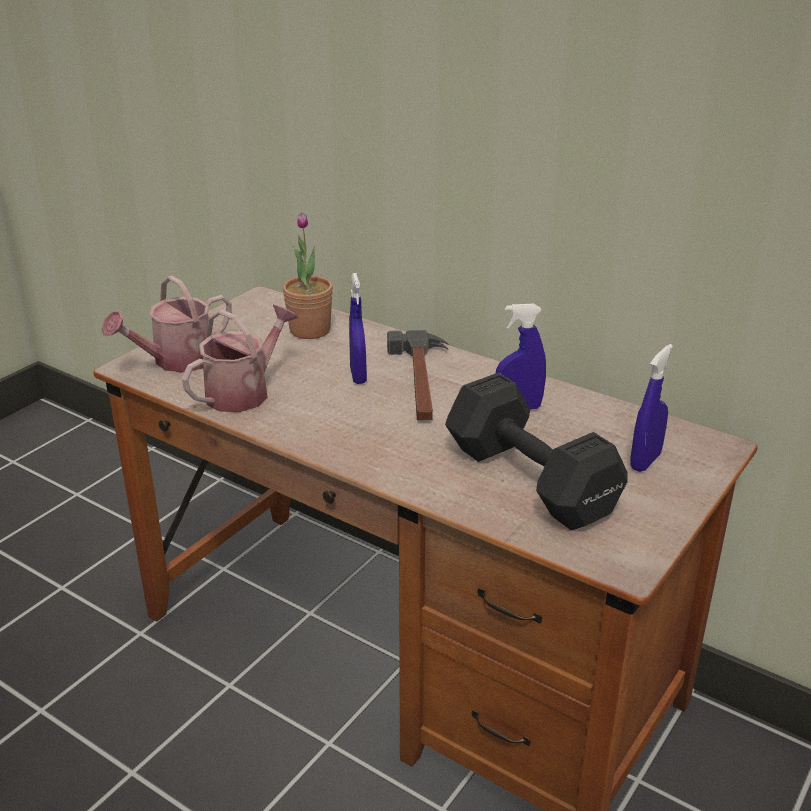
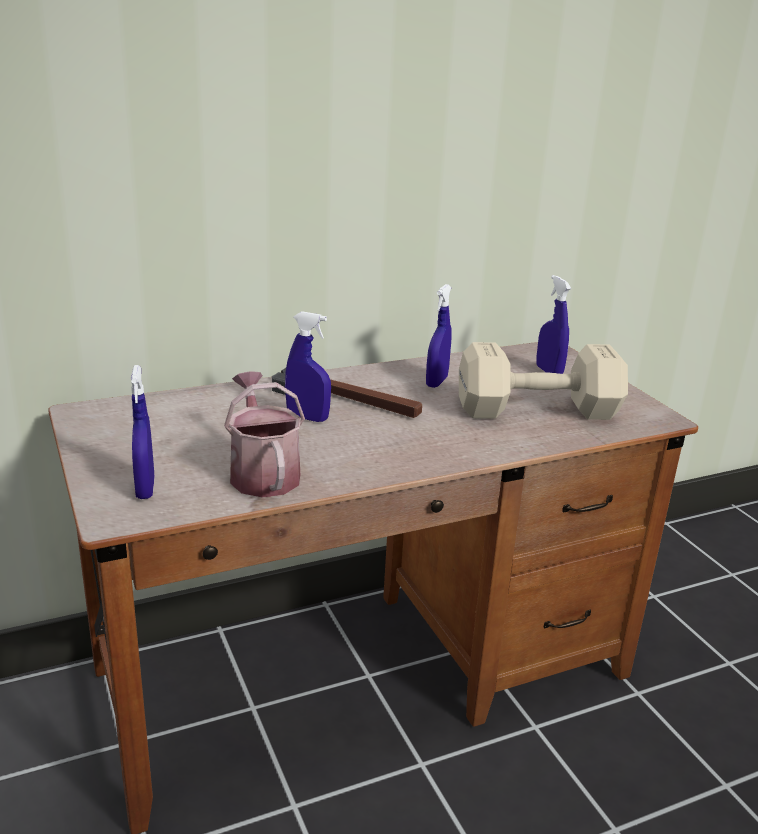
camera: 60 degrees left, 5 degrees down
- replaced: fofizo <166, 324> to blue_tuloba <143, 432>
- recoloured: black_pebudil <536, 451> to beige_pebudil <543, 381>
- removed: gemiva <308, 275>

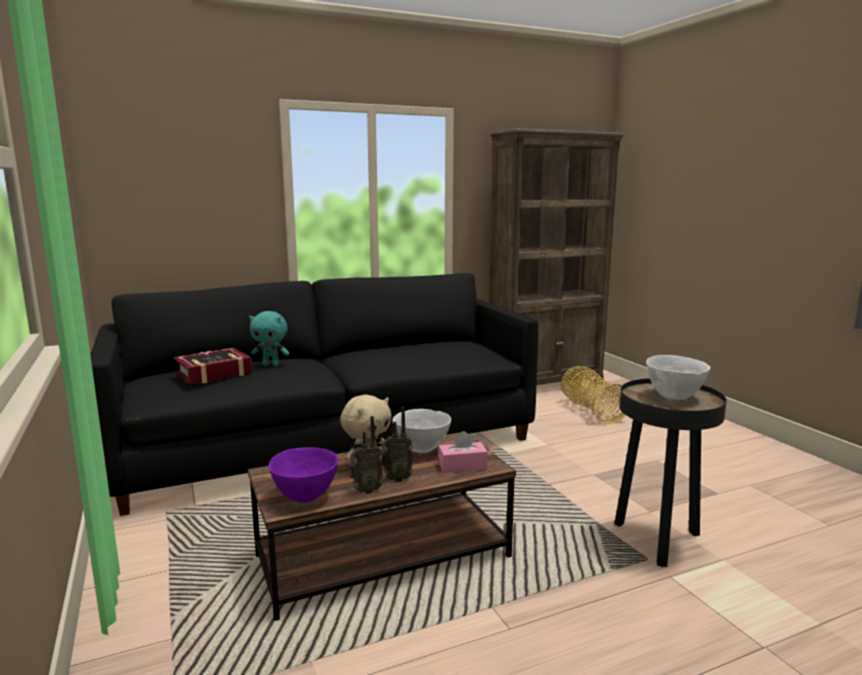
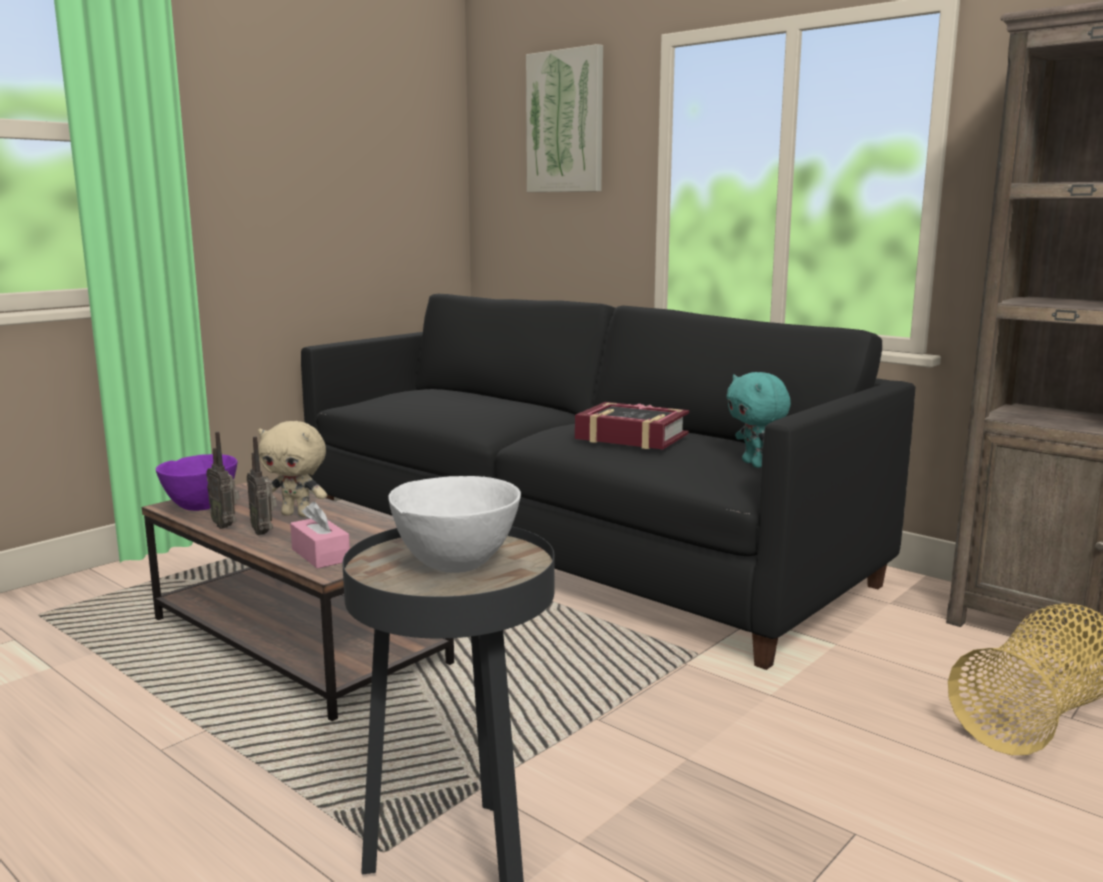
camera: 65 degrees right, 0 degrees up
- added: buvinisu <564, 118>
- moved: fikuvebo <213, 366> to <632, 425>
- moved: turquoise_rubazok <269, 338> to <759, 420>
- removed: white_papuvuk <422, 431>

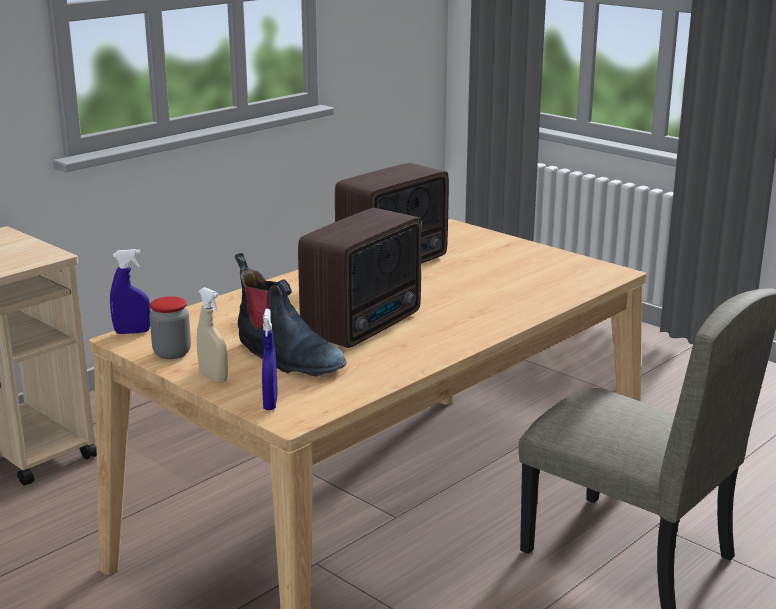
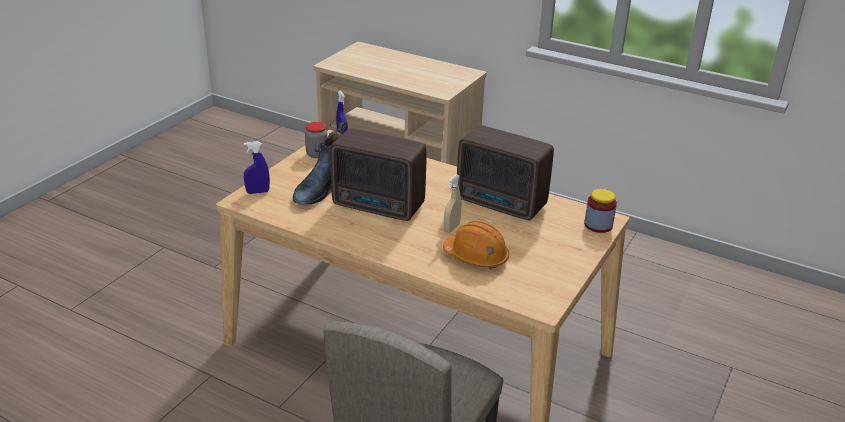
camera: 75 degrees right, 10 degrees up
- added: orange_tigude <476, 245>
- moved: beige_tuloba <212, 335> to <453, 203>
- added: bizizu <600, 211>

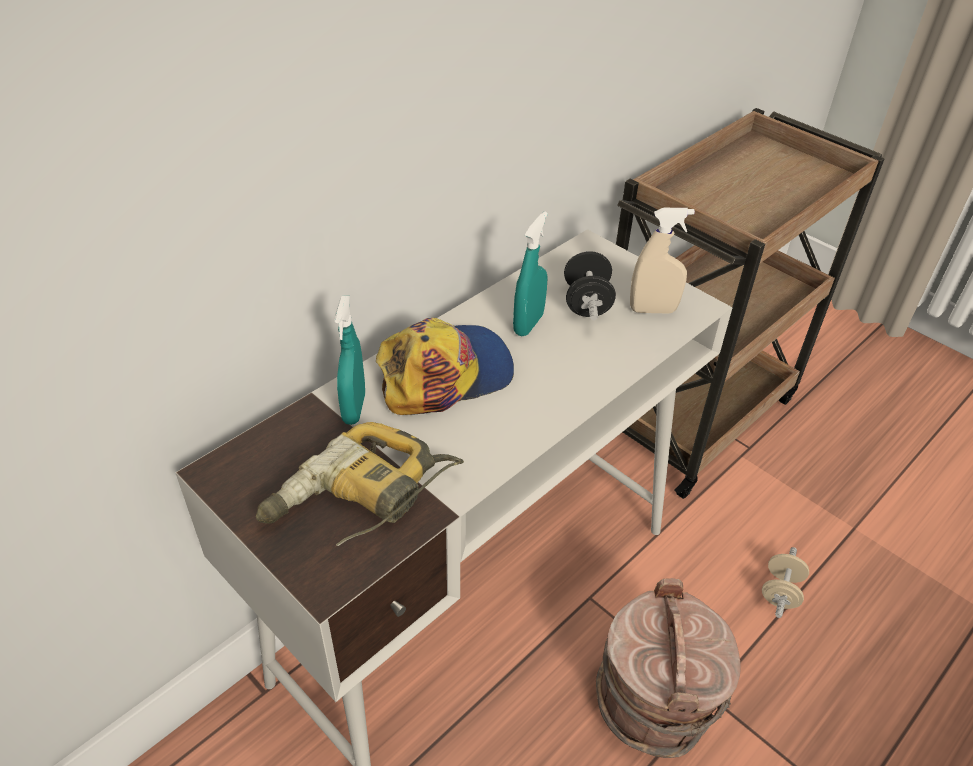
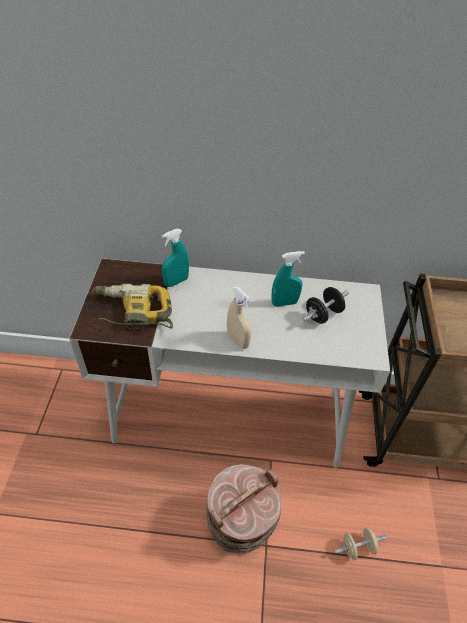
camera: 50 degrees right, 5 degrees up
- moved: beige_tuloba <662, 261> to <239, 317>
- removed: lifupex <445, 366>

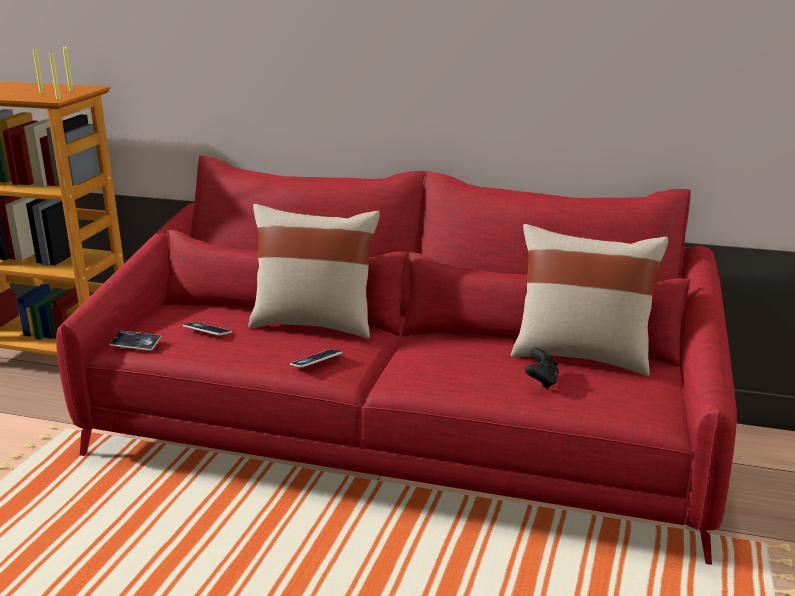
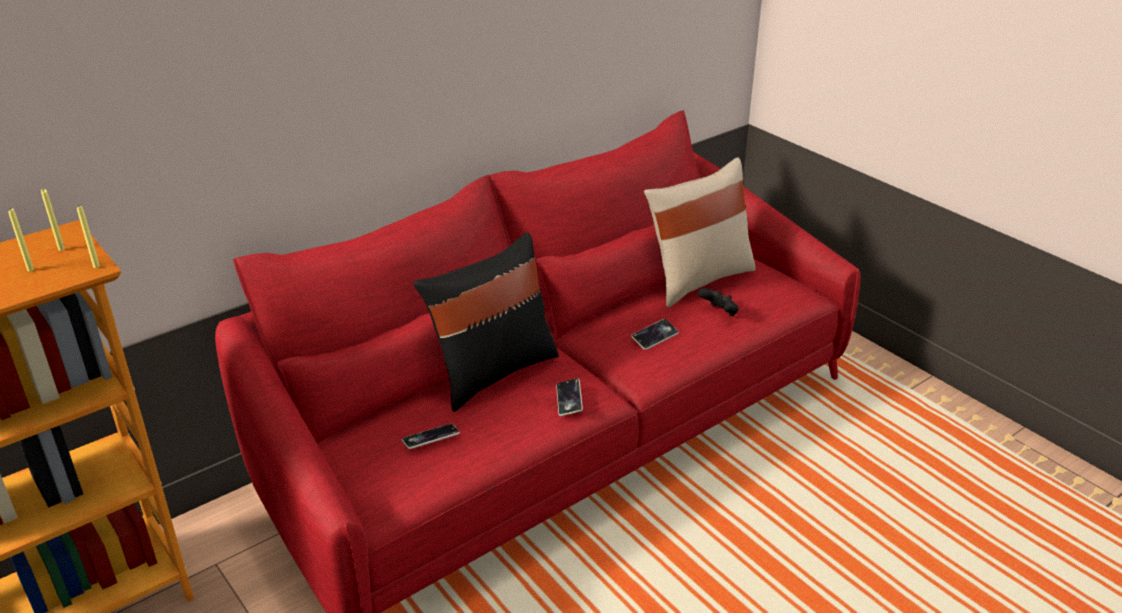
camera: 55 degrees left, 10 degrees up
- recoloured: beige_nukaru <314, 271> to black_nukaru <486, 322>
- moved: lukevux <135, 341> to <655, 334>

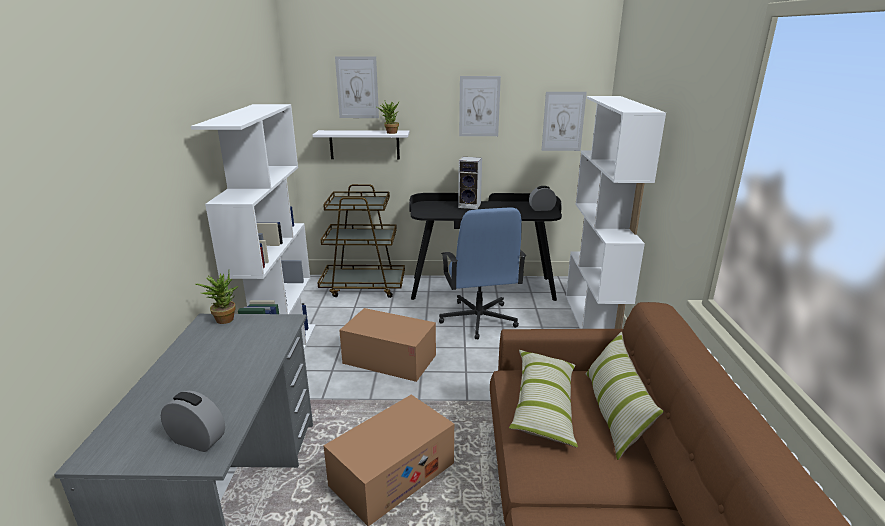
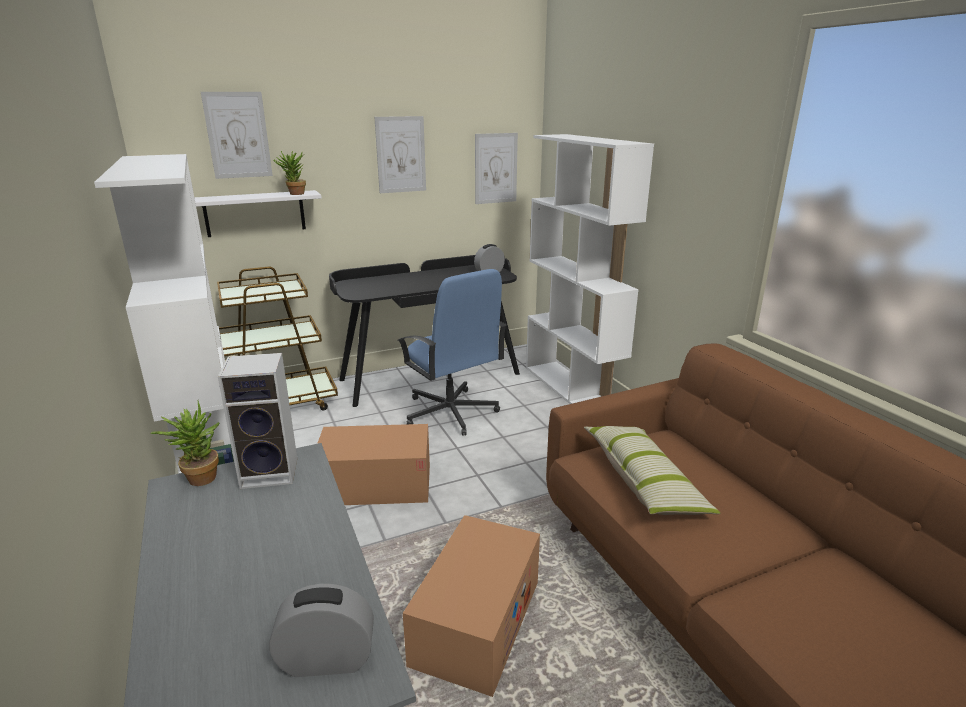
camera: 25 degrees left, 0 degrees up
- moved: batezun <470, 183> to <257, 421>
- removed: nukaru <624, 396>

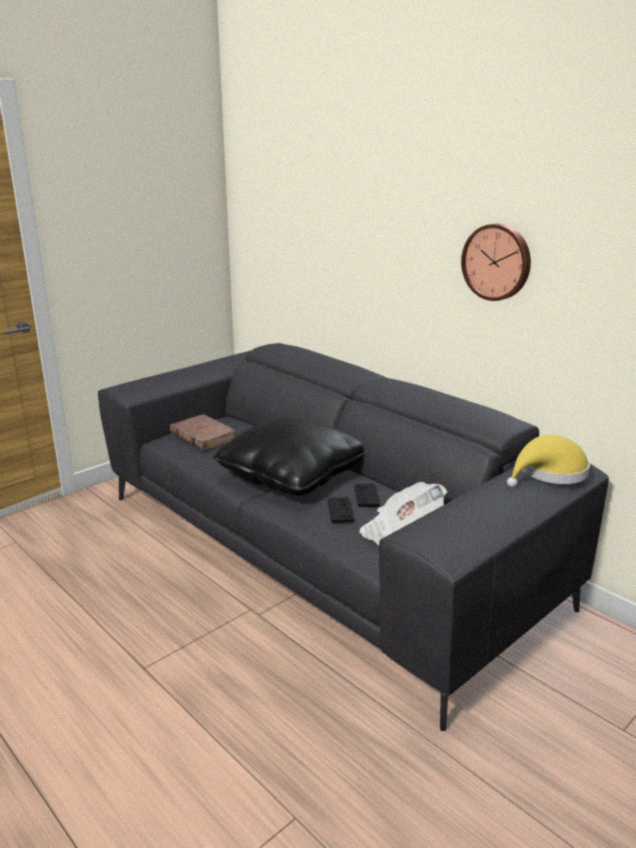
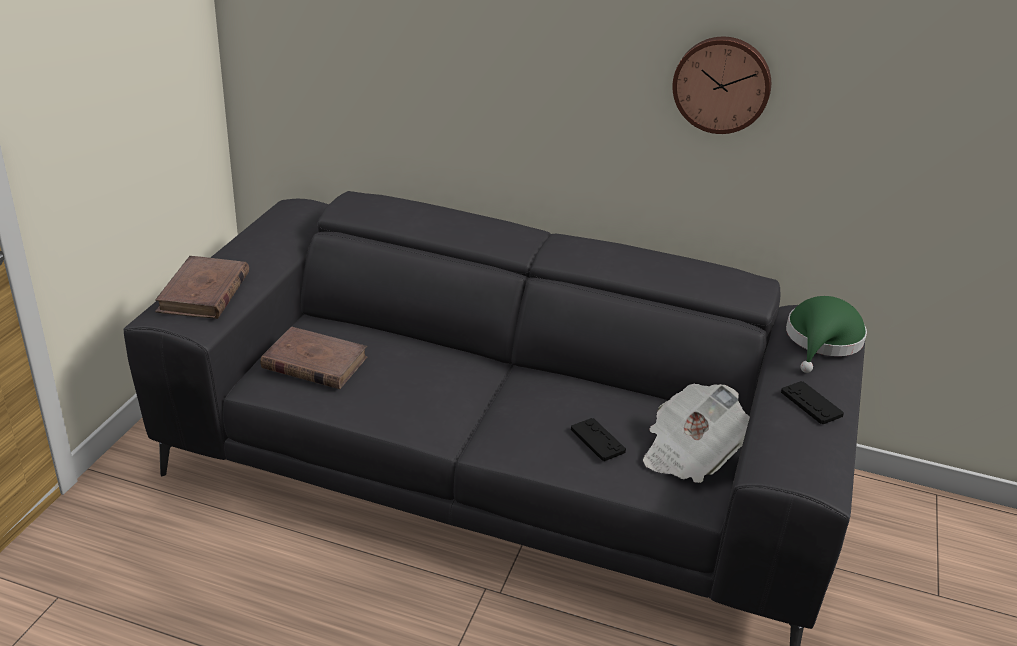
camera: 30 degrees left, 10 degrees up
- added: brown_fikuvebo <202, 287>
- moved: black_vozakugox <367, 495> to <812, 402>
- recoloured: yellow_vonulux <548, 461> to green_vonulux <826, 334>
- removed: black_nukaru <289, 456>

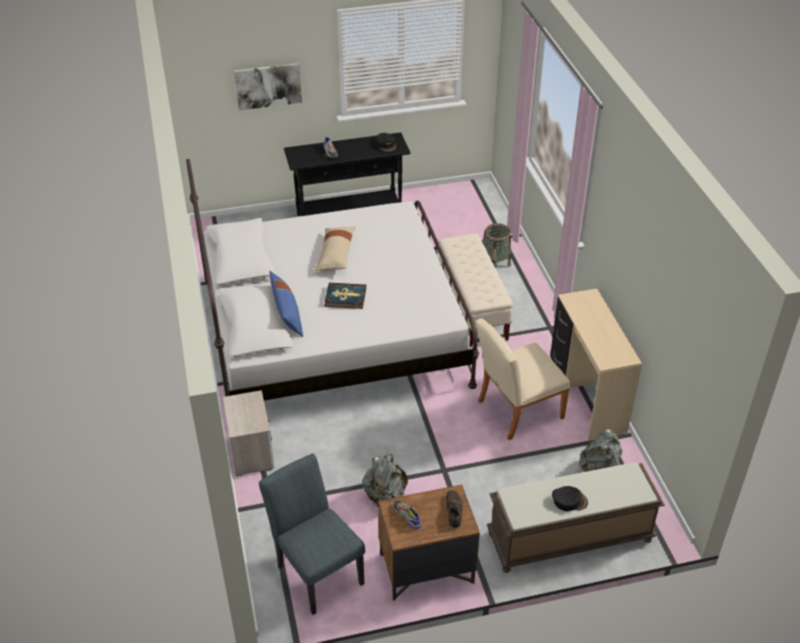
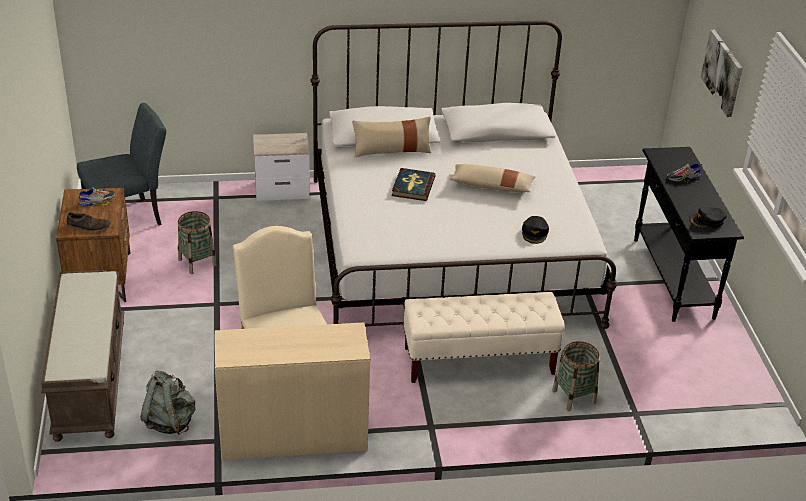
camera: 95 degrees right, 5 degrees down
- replaced: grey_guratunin <385, 480> to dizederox <197, 242>
- recoloured: blue_nukaru <286, 304> to beige_nukaru <391, 137>
- moved: black_lifupex <570, 498> to <535, 230>

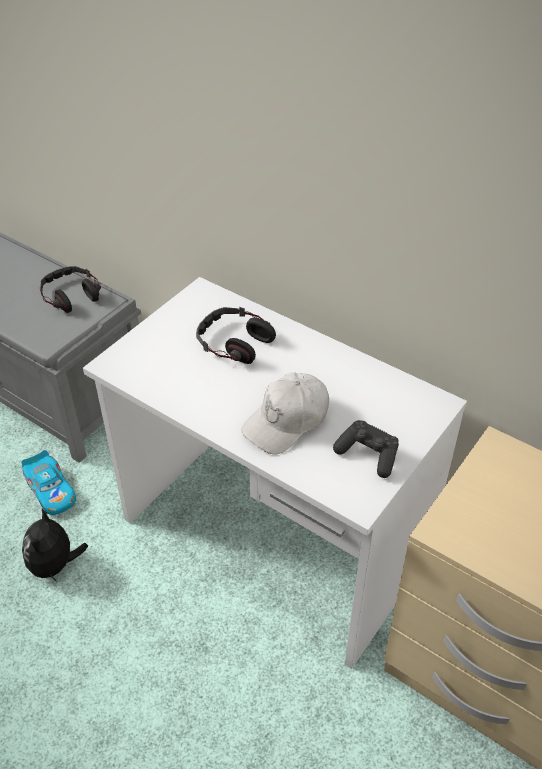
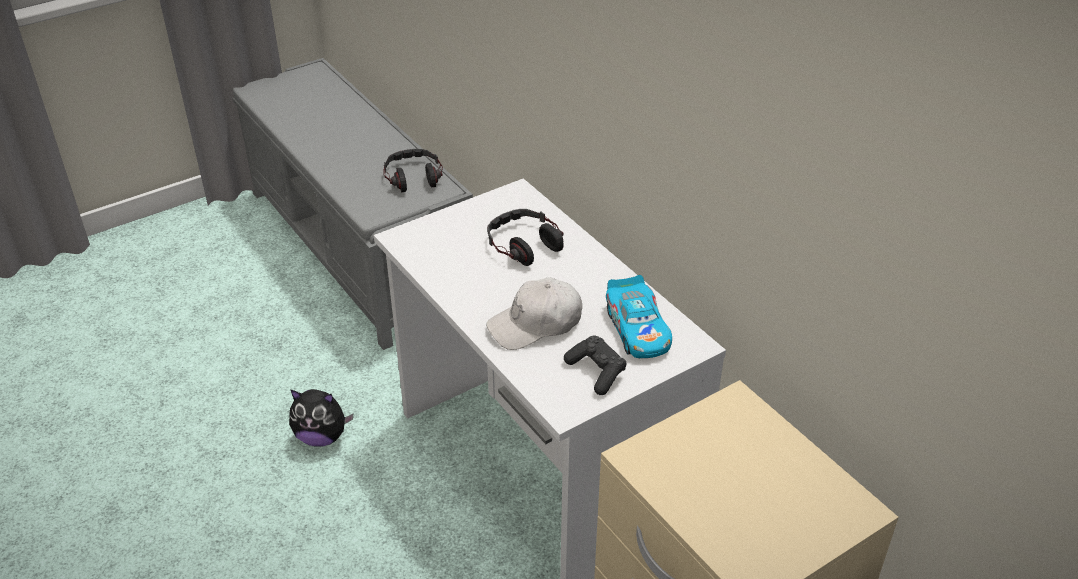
camera: 20 degrees right, 5 degrees down
- turned: rubazok <55, 546> = <321, 418> 105 degrees counterclockwise
- moved: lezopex <49, 482> to <639, 316>

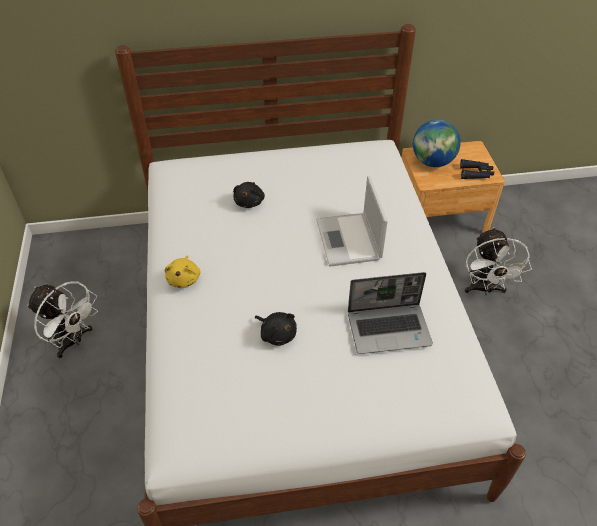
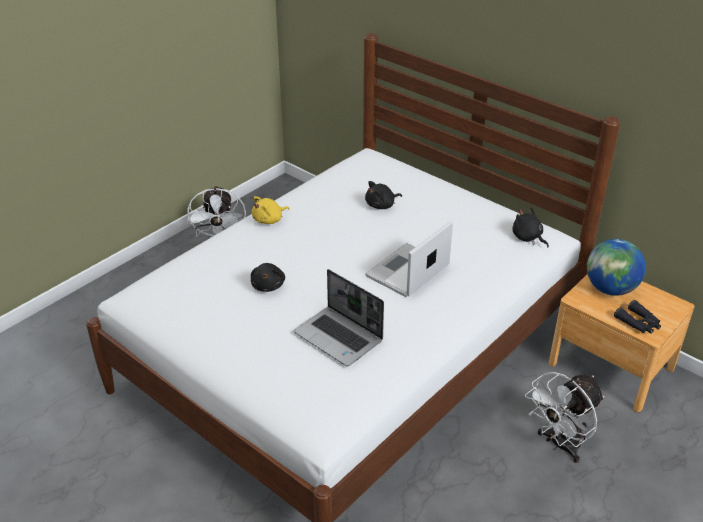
camera: 50 degrees right, 10 degrees down
- added: black_rubazok <531, 227>

